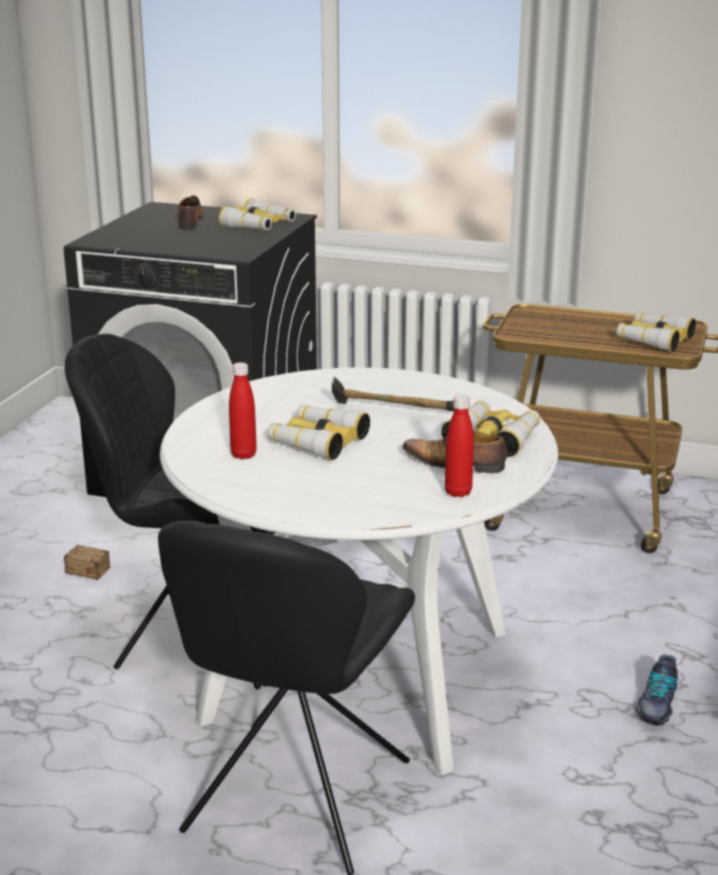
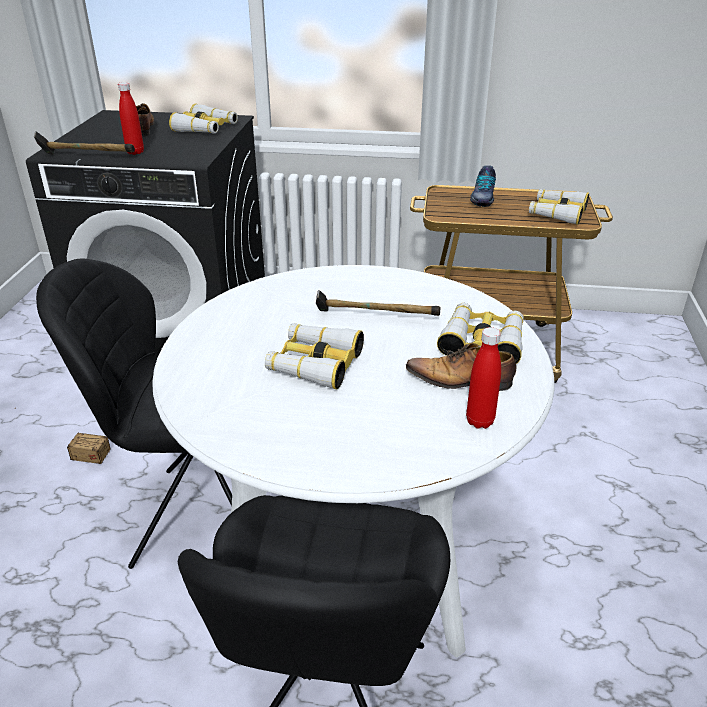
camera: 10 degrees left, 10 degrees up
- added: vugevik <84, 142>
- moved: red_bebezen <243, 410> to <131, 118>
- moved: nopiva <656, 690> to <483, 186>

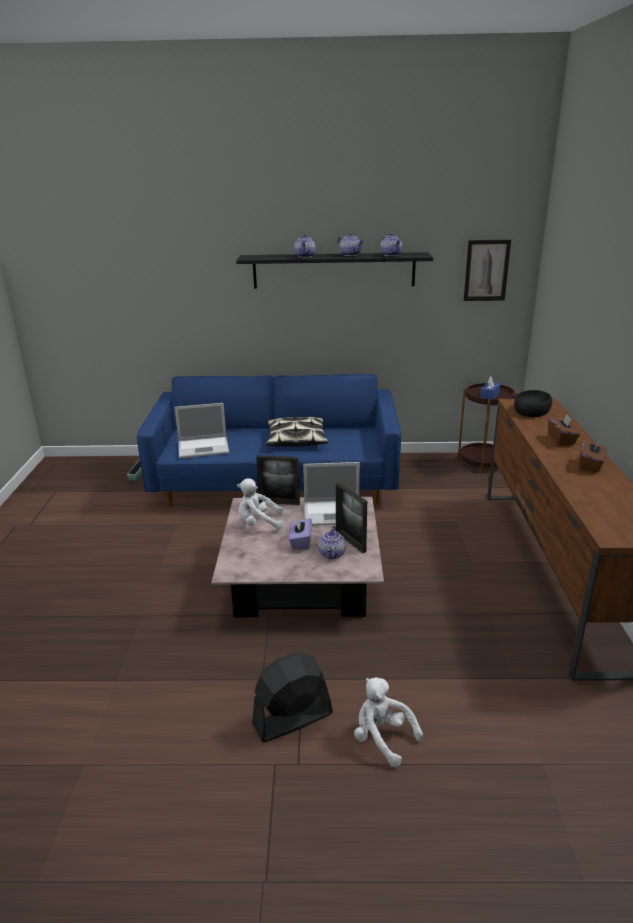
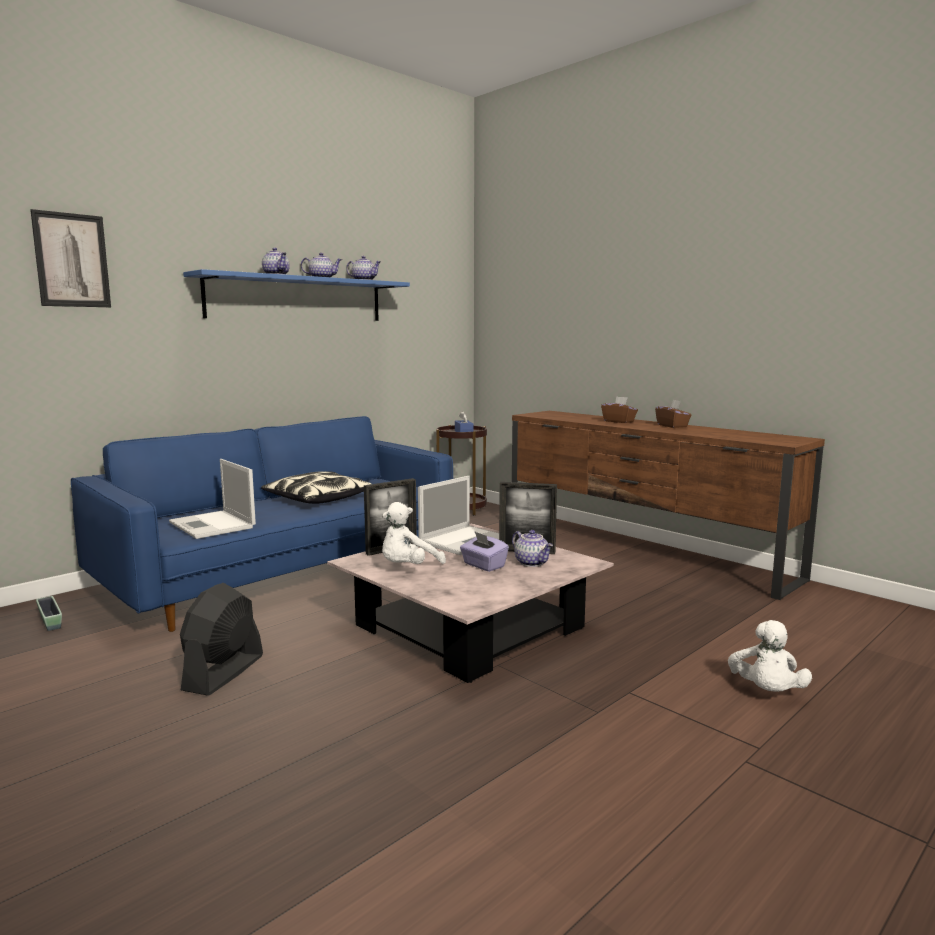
camera: 45 degrees left, 15 degrees down
- moved: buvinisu <487, 270> to <70, 258>
- turned: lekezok <202, 430> = <212, 499> 105 degrees clockwise
- moved: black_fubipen <292, 697> to <221, 639>
- recoloured: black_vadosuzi <334, 270> to blue_vadosuzi <296, 295>
- turned: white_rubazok <388, 722> = <770, 656> 75 degrees counterclockwise
- removed: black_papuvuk <533, 403>

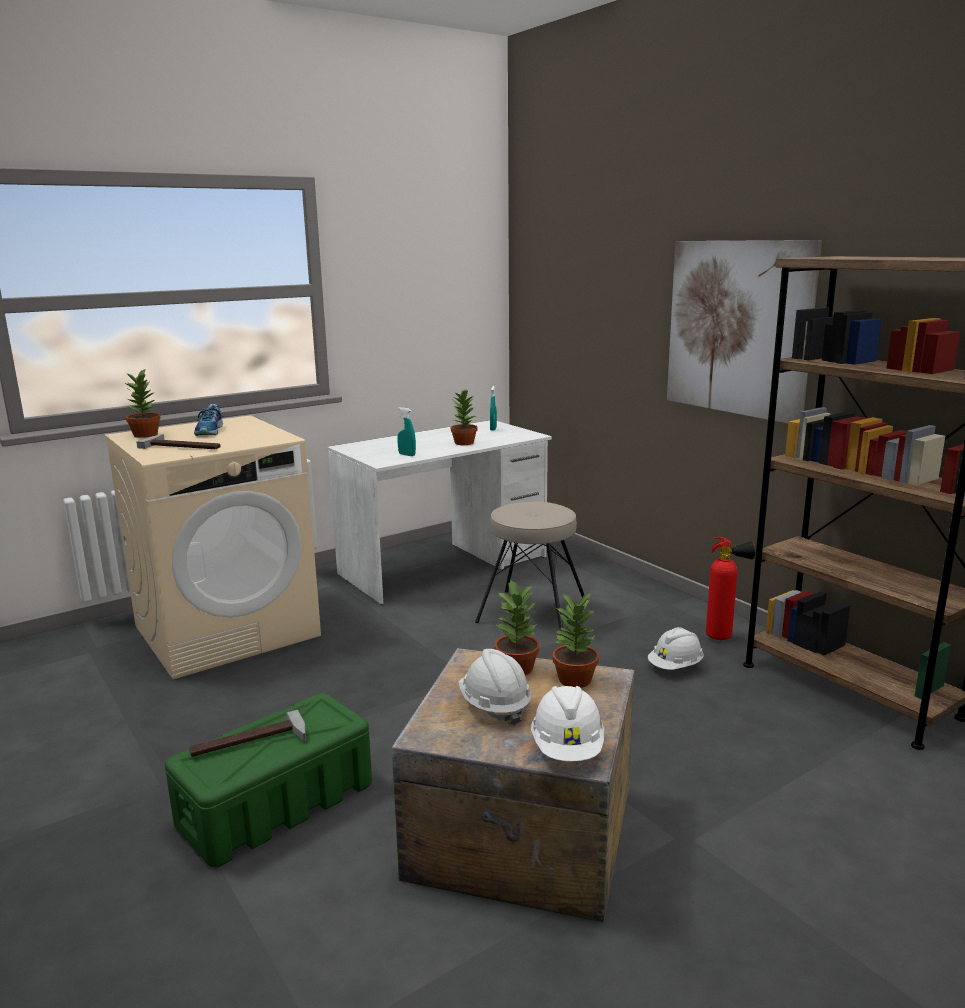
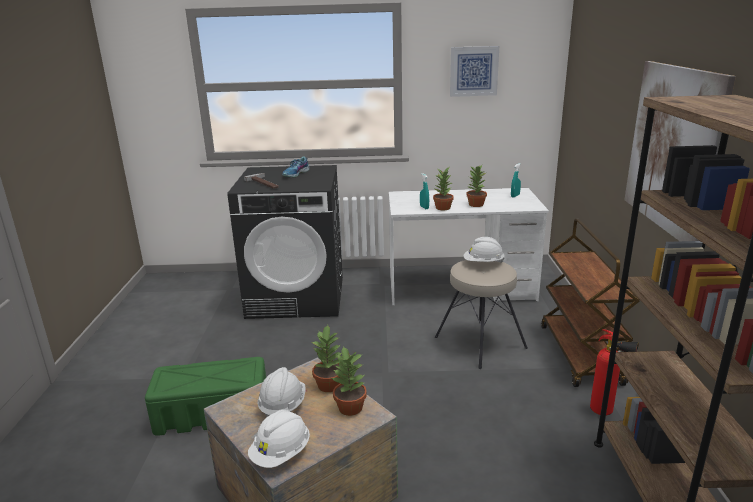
camera: 35 degrees right, 5 degrees up
- recoloured: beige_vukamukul <213, 547> to black_vukamukul <285, 242>
- moved: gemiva <142, 403> to <443, 188>
- added: buvinisu <474, 71>
- moved: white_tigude <676, 648> to <484, 250>
- added: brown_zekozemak <590, 303>
- removed: vugevik <247, 733>

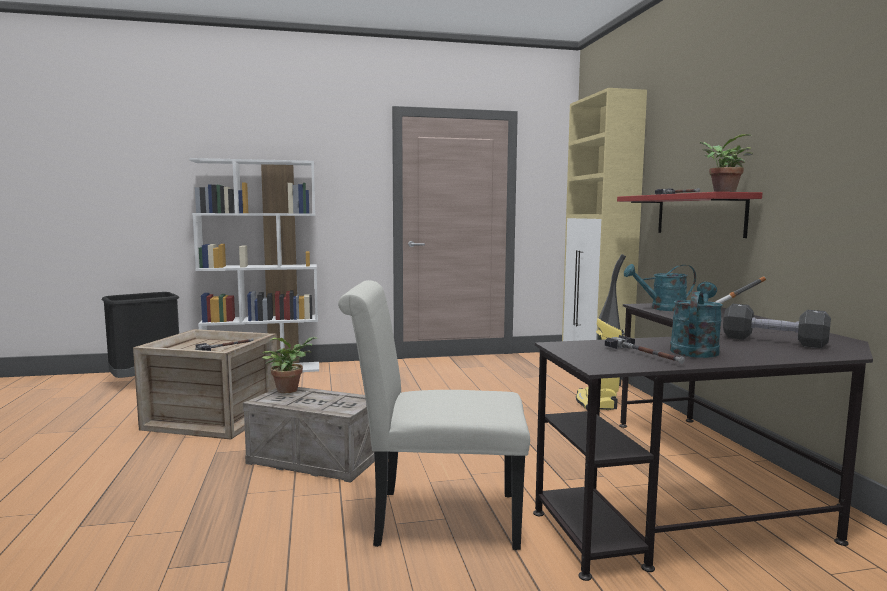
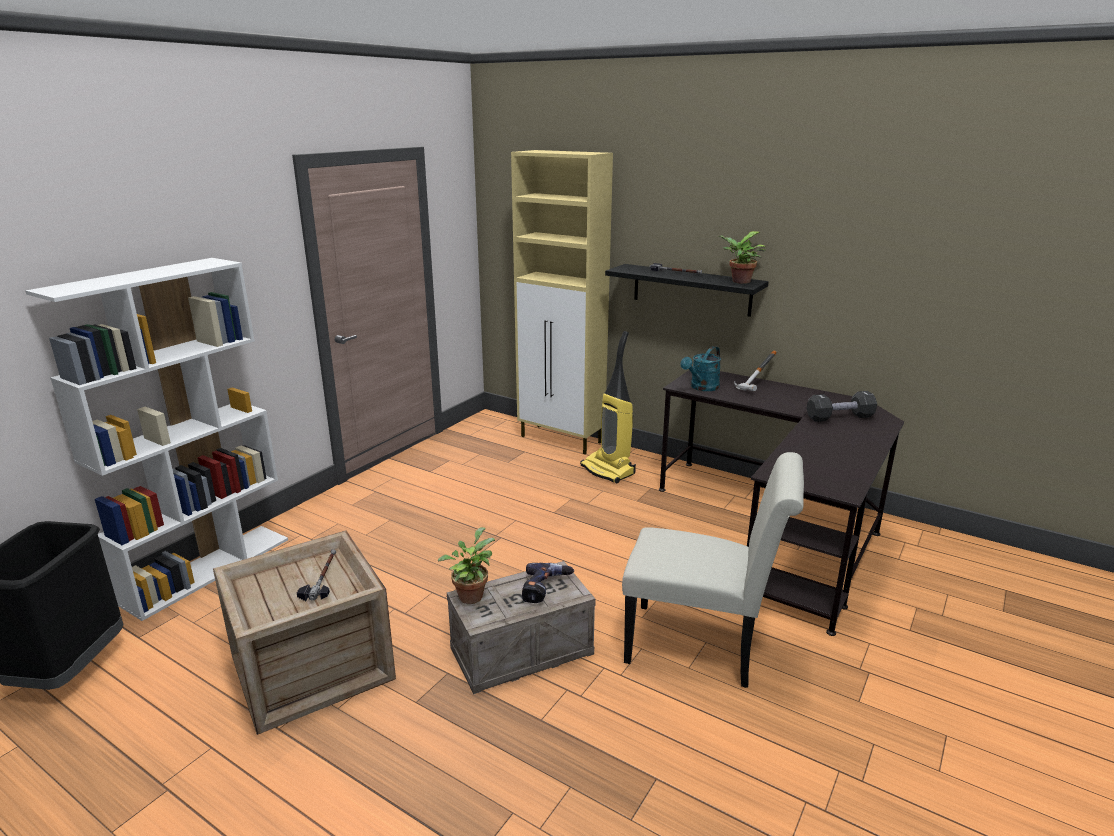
camera: 45 degrees left, 15 degrees up
- added: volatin <548, 583>
- recoloured: red_vadosuzi <689, 215> to black_vadosuzi <687, 290>
- turned: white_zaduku <434, 415> = <713, 570> 120 degrees counterclockwise
- removed: vugevik <645, 349>
- removed: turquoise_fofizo <696, 320>

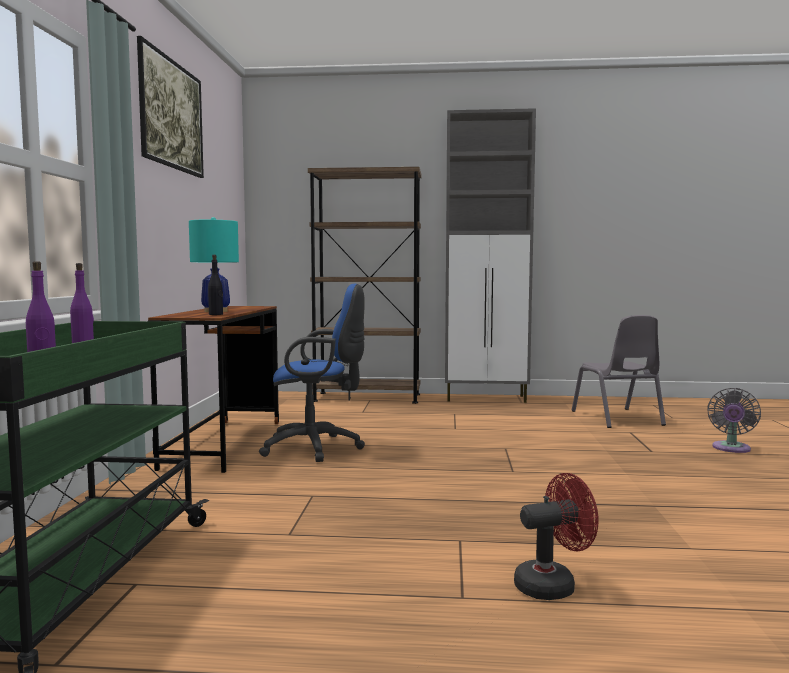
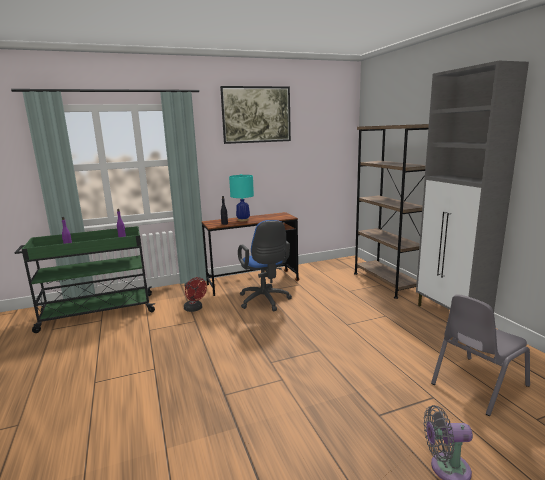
camera: 65 degrees right, 10 degrees up
- moved: red_fubipen <556, 536> to <195, 294>

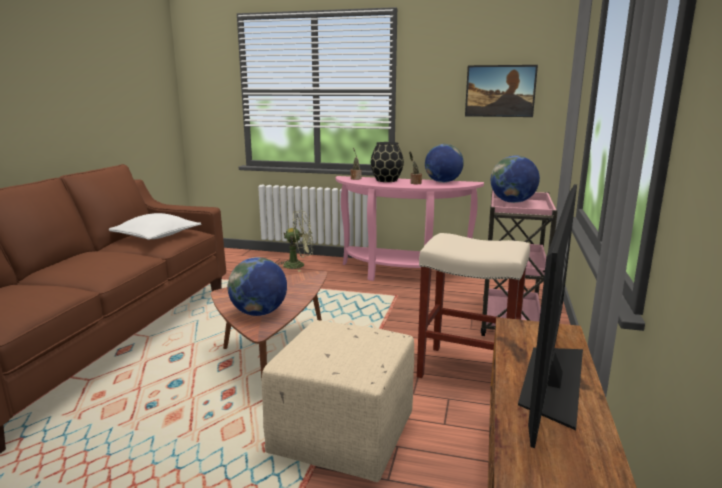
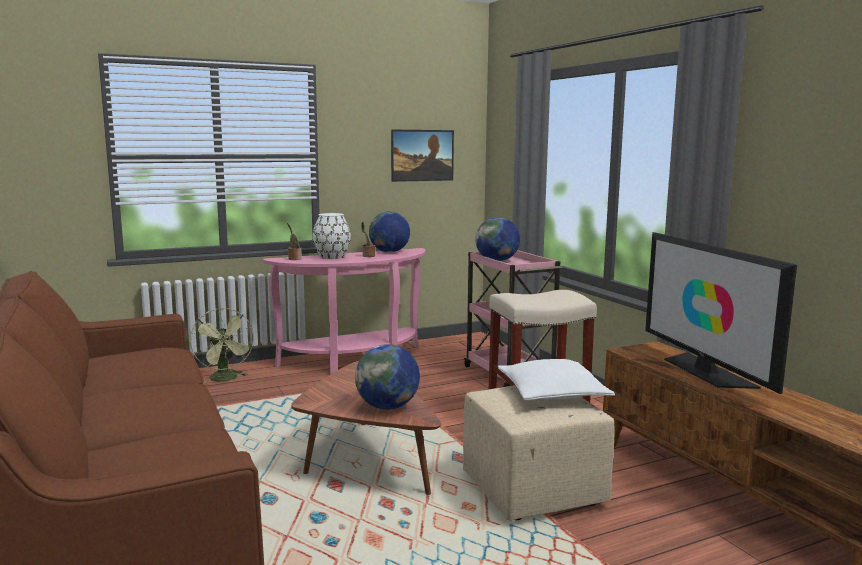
camera: 40 degrees left, 5 degrees down
- turned: green_fubipen <296, 241> = <222, 345> 105 degrees clockwise
- recoloured: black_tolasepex <387, 162> to white_tolasepex <332, 236>
- moved: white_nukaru <155, 226> to <556, 379>

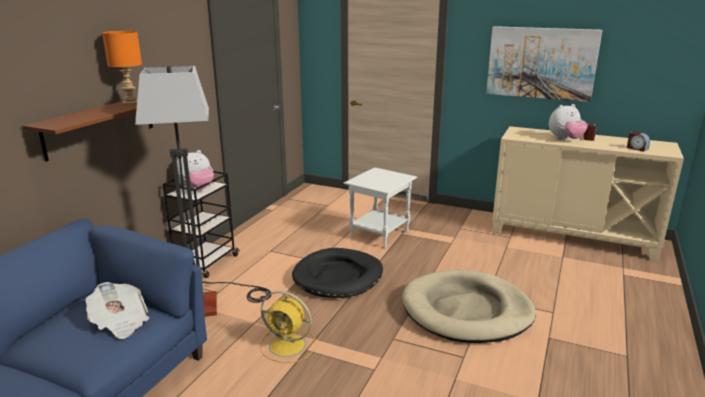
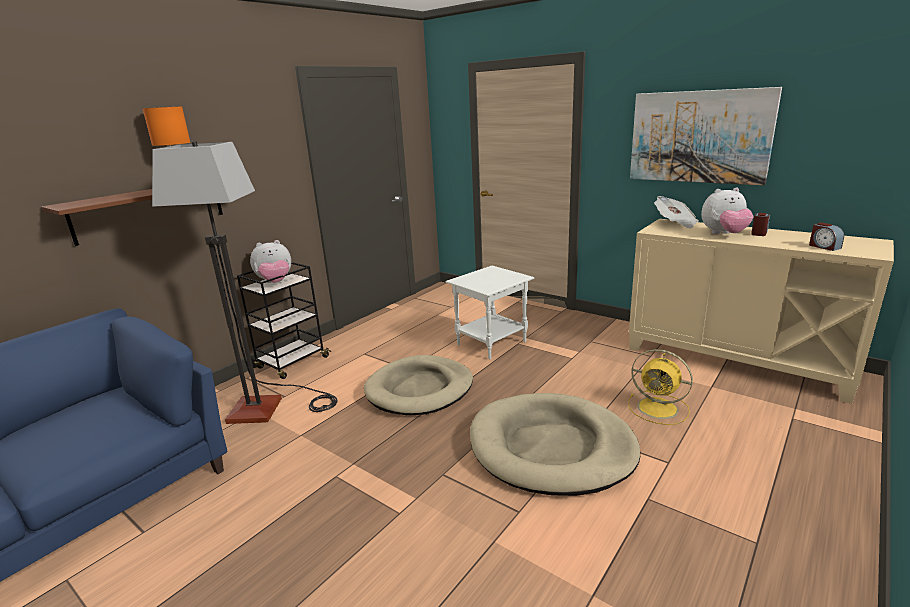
camera: 15 degrees right, 0 degrees up
- recoloured: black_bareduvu <337, 273> to beige_bareduvu <418, 385>
- moved: yellow_fubipen <288, 327> to <660, 387>
- moved: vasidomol <117, 310> to <676, 212>

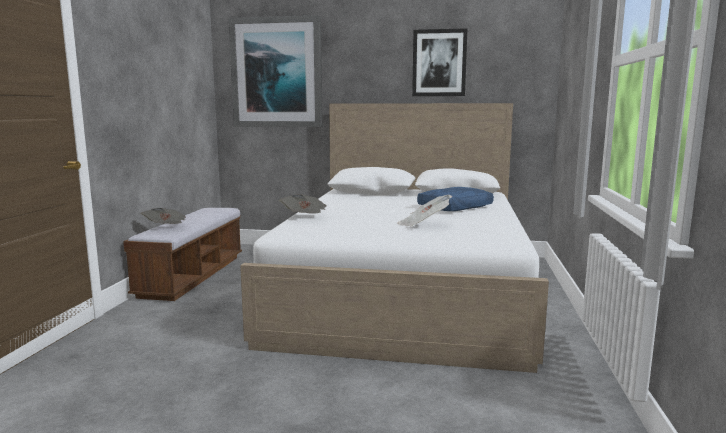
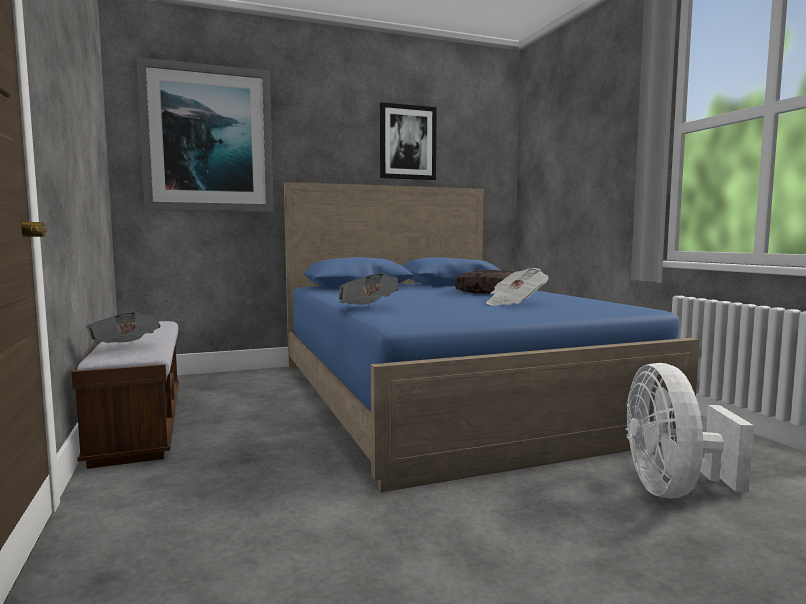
camera: 30 degrees left, 5 degrees down
- recoloured: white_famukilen <394, 238> to blue_famukilen <491, 337>
- recoloured: blue_nukaru <455, 199> to brown_nukaru <484, 282>
- added: white_fubipen <690, 431>

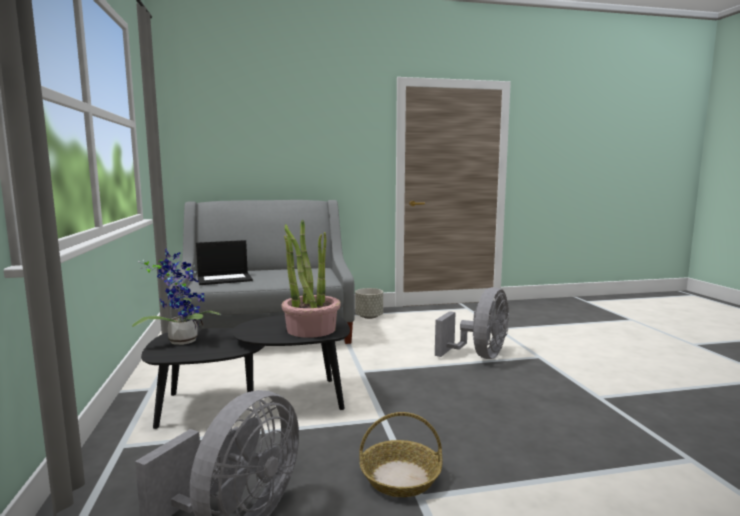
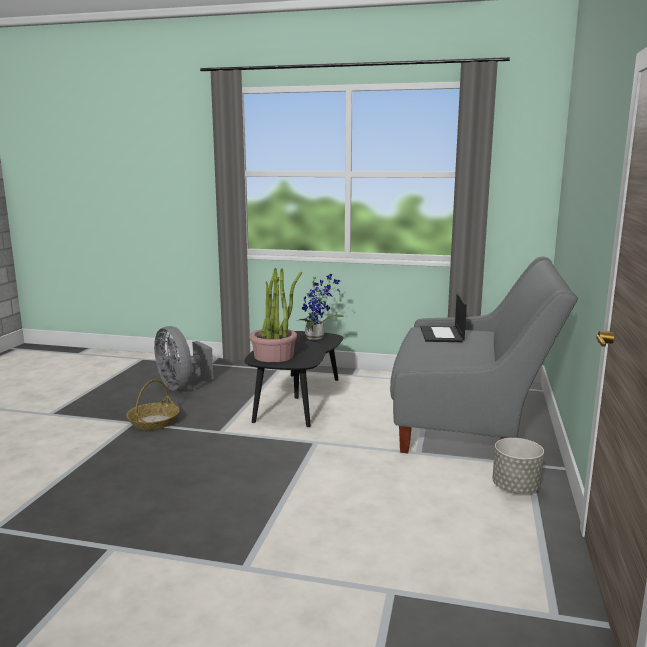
camera: 115 degrees right, 5 degrees up
- removed: grey_fubipen <472, 323>

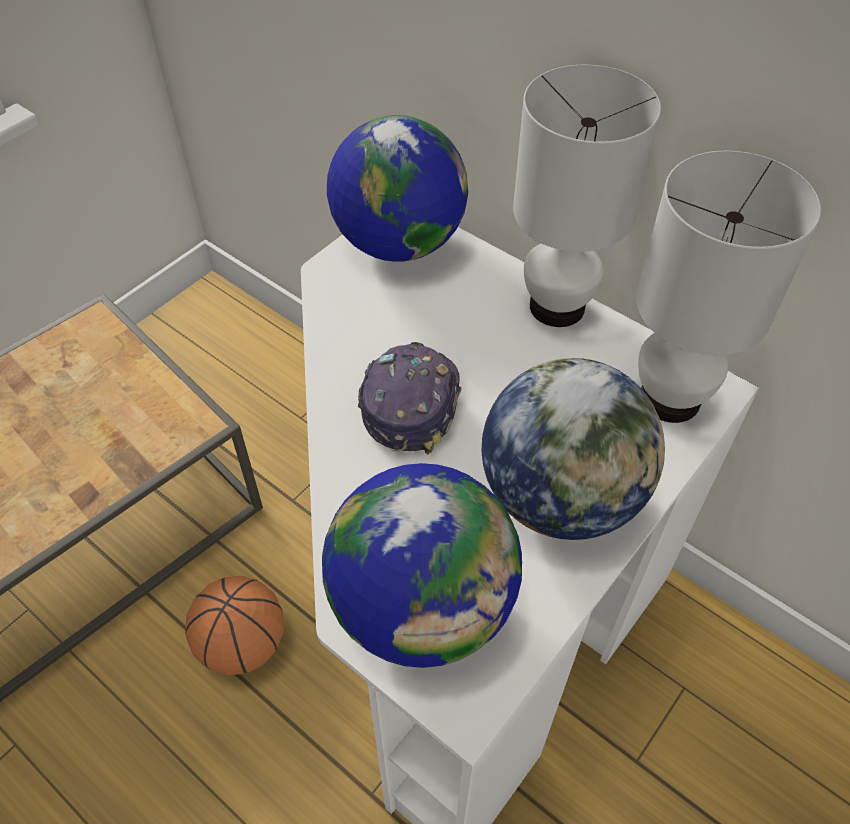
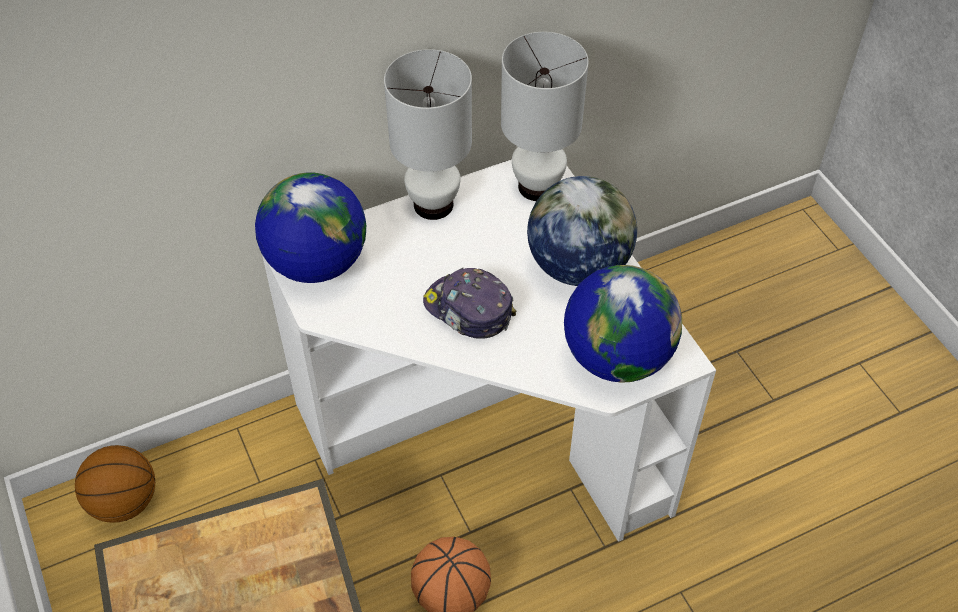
camera: 65 degrees left, 0 degrees up
- added: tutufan <115, 484>

